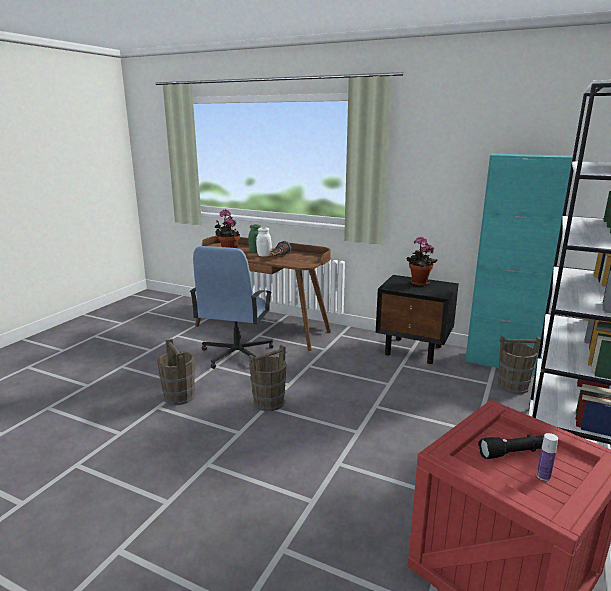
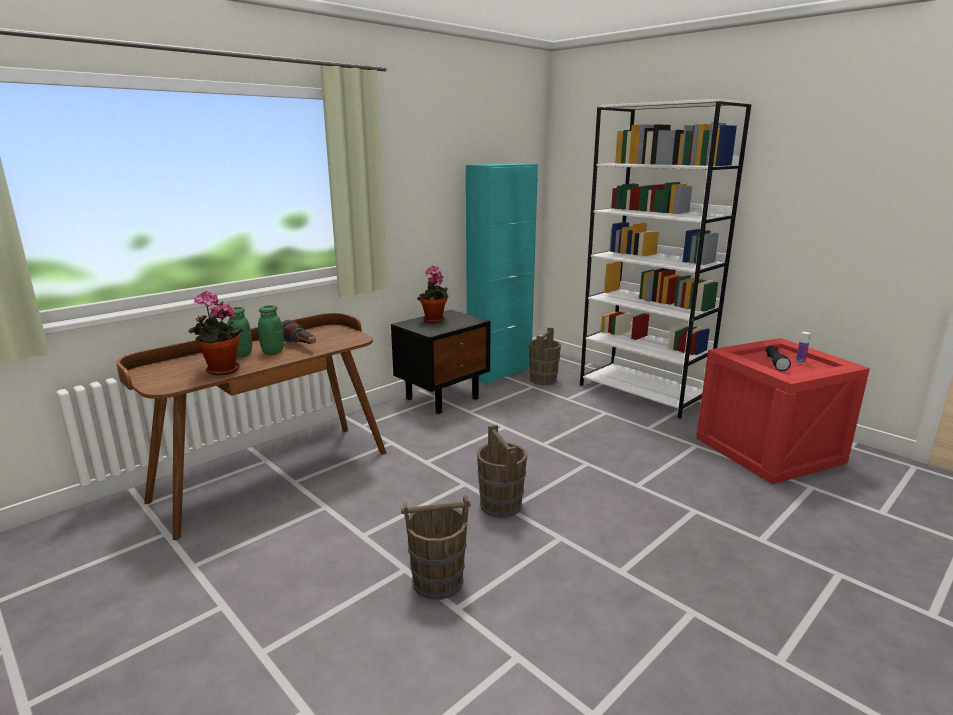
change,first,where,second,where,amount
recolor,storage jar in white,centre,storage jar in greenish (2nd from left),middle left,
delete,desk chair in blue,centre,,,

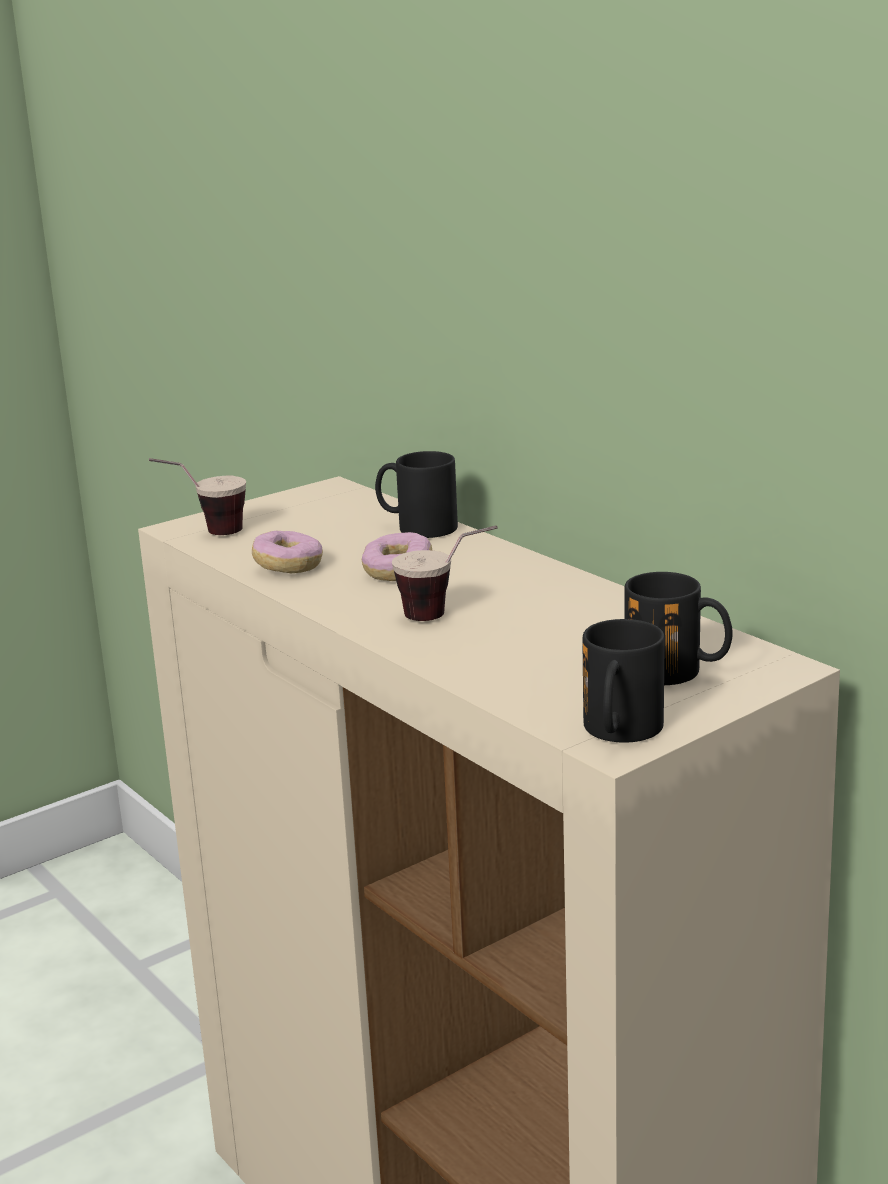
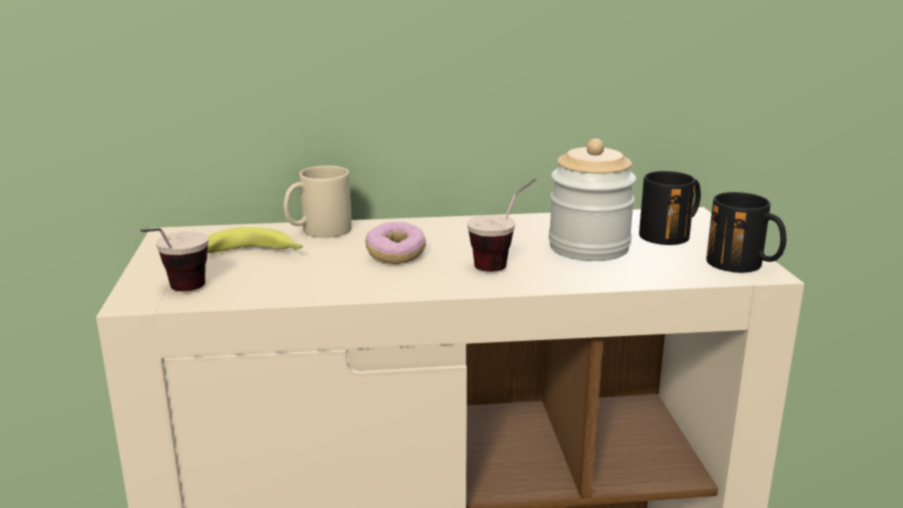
change,first,where,second,where,amount
recolor,tea mug in black-coloured (1st from left),centre,tea mug in beige,centre,
delete,doughnut (1st from left),middle left,,,
insert,,,storage jar,centre,
insert,,,banana,middle left,

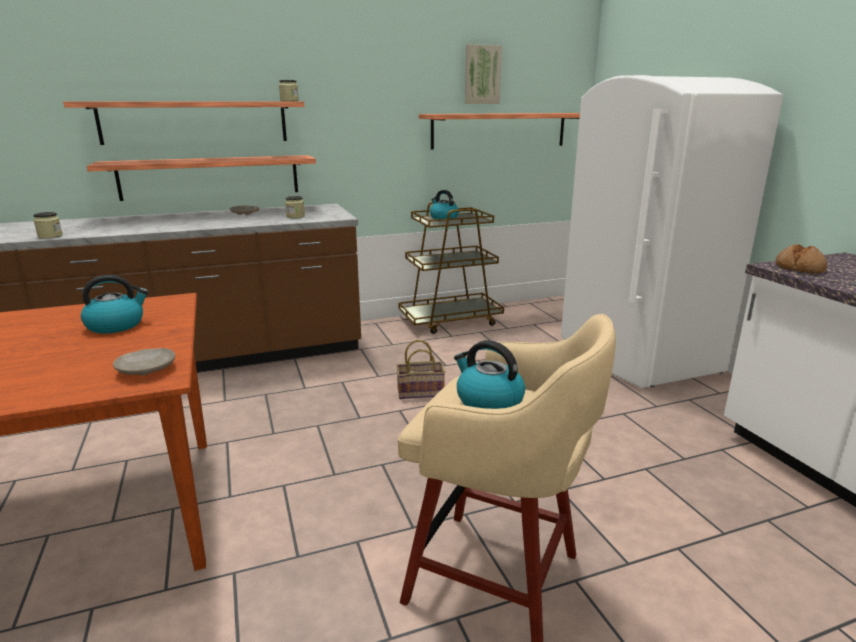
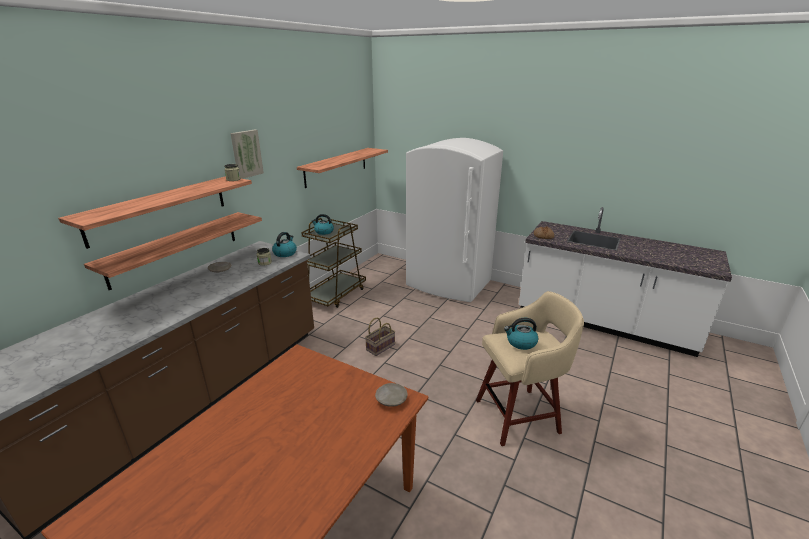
change,first,where,second,where,amount
move,picture,top centre,,top left,
delete,storage jar (1st from left),middle left,,,
move,water kettle (1st from left),middle left,,centre,

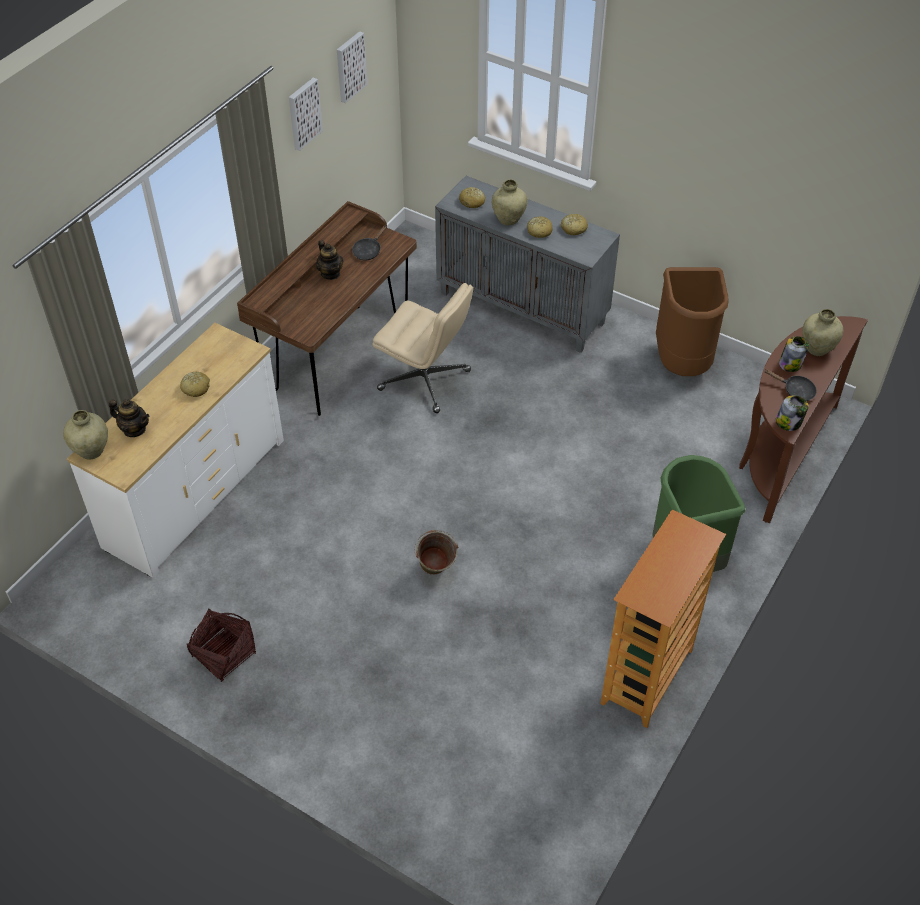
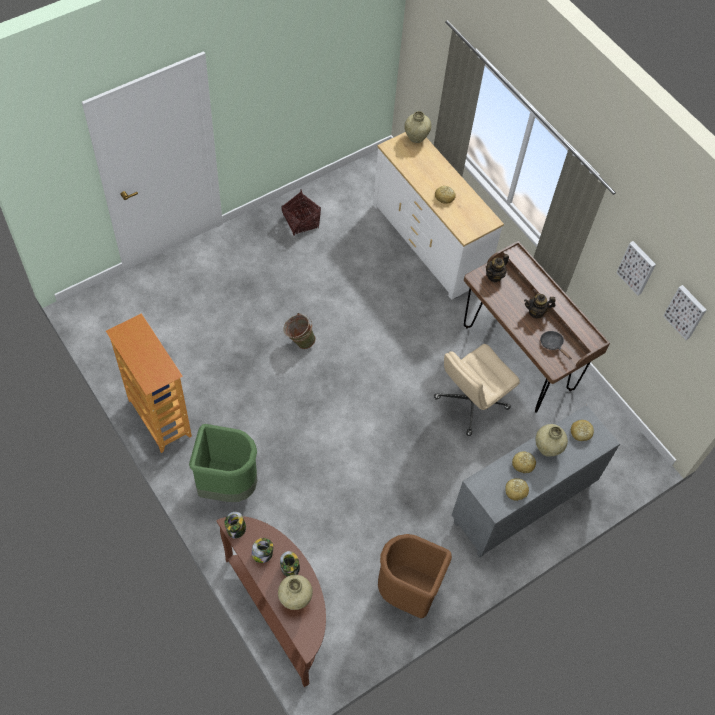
change,first,where,second,where,amount
replace,pan in black-coloured (2nd from left),middle right,storage jar (2nd from left),bottom centre,
move,pot for tea (1st from left),middle left,,middle right,

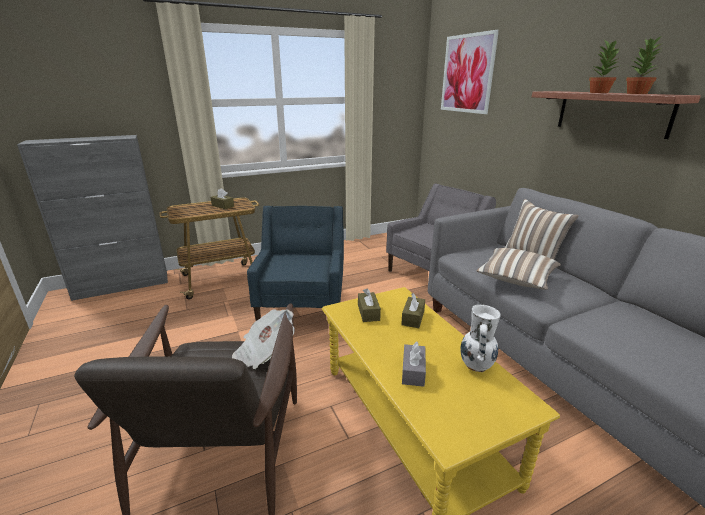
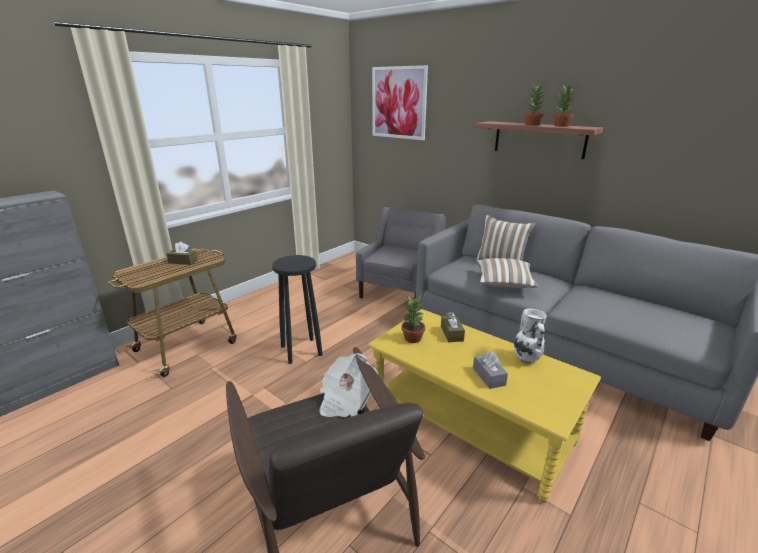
change,first,where,second,where,amount
replace,lounge chair in blue,centre,stool in black-coloured,centre,
replace,box of tissues in brown-coloured (2nd from left),centre,potted plant (1st from left),centre,

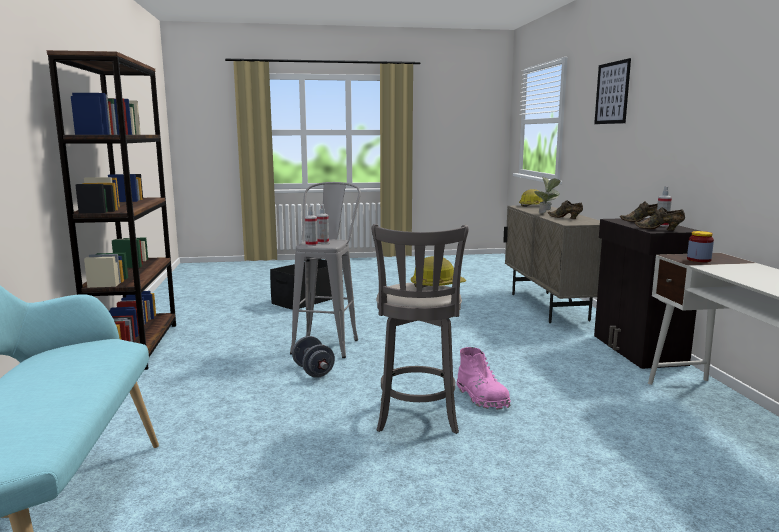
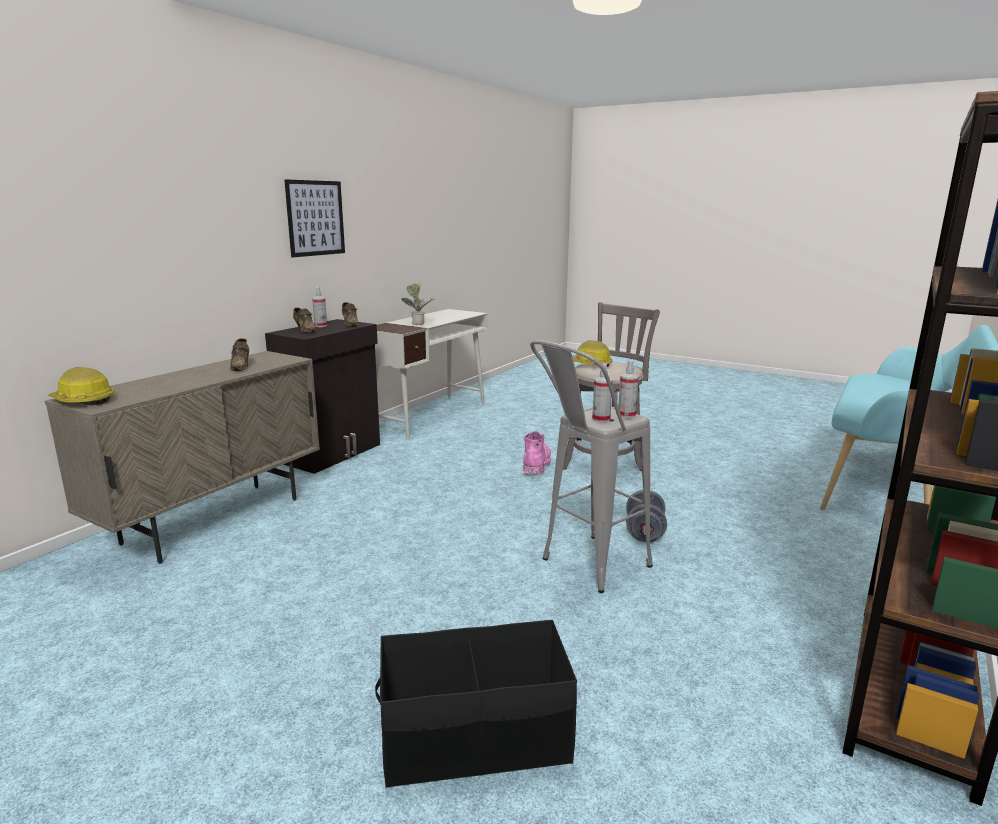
change,first,where,second,where,amount
move,picture,top right,,top left,
move,potted plant,middle right,,centre,
delete,storage jar,middle right,,,

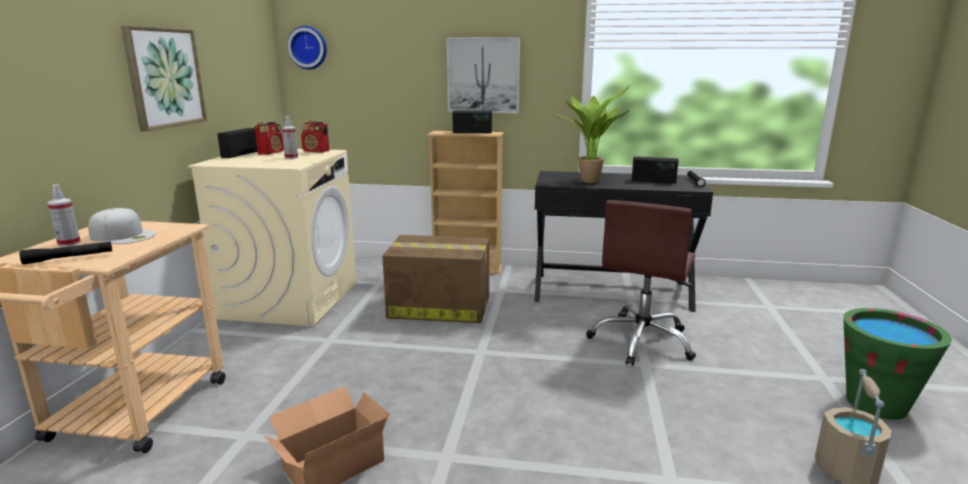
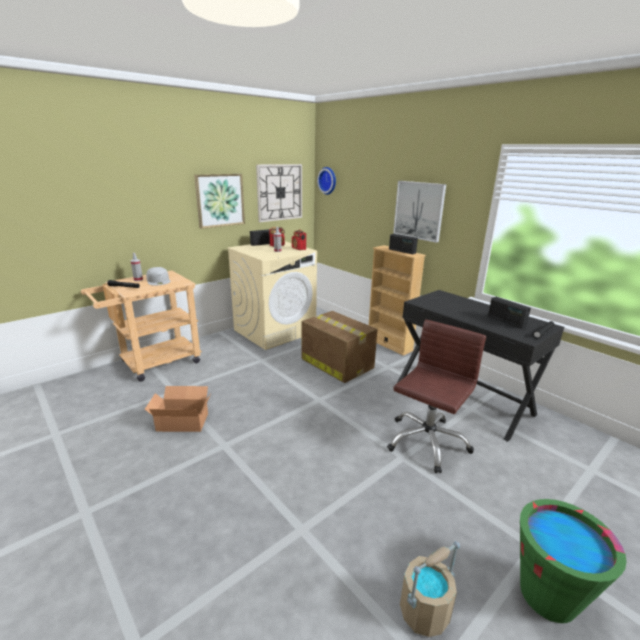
change,first,where,second,where,amount
delete,potted plant,top centre,,,
rotate,desk chair in brown-coloured,centre,,middle right,150 degrees clockwise
insert,,,clock on the wall (1st from left),top centre,

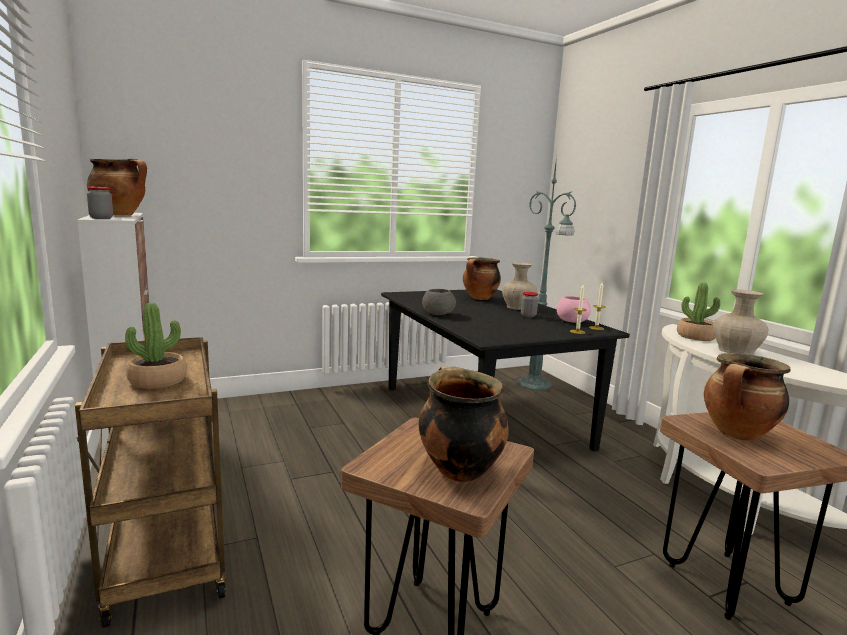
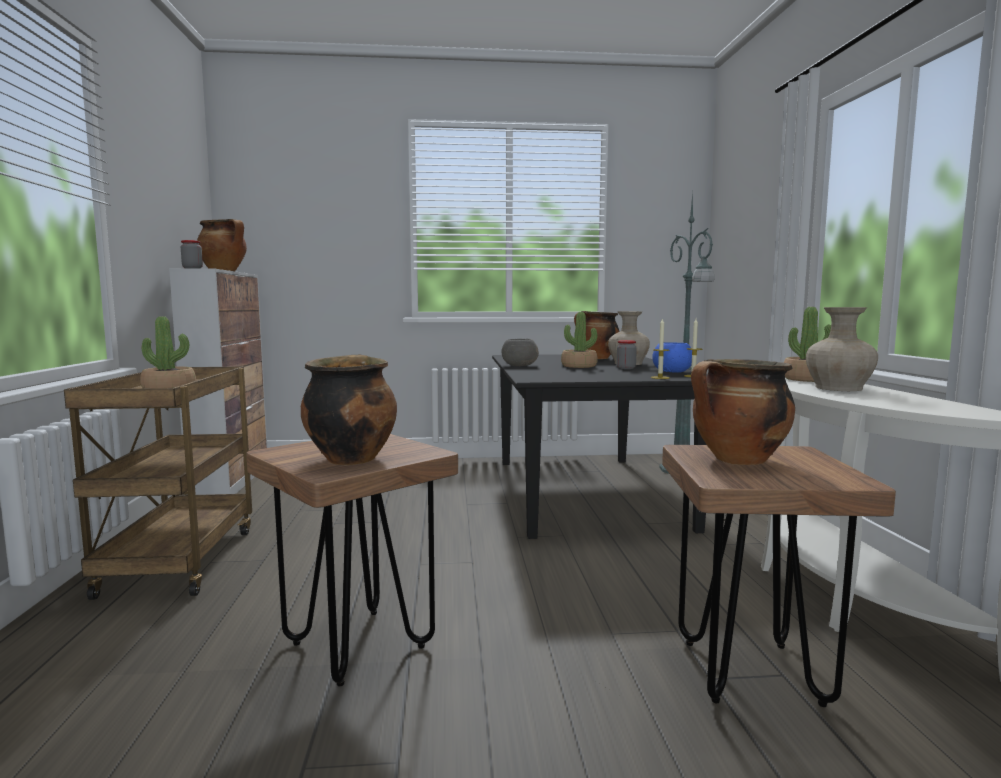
change,first,where,second,where,amount
recolor,bowl in pink-coloured,middle right,bowl in blue,middle right,
insert,,,potted plant (2nd from left),centre,

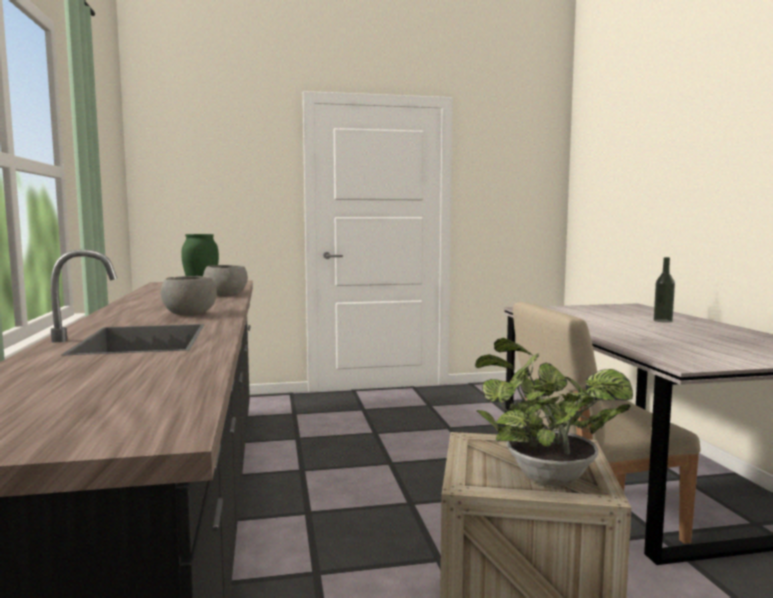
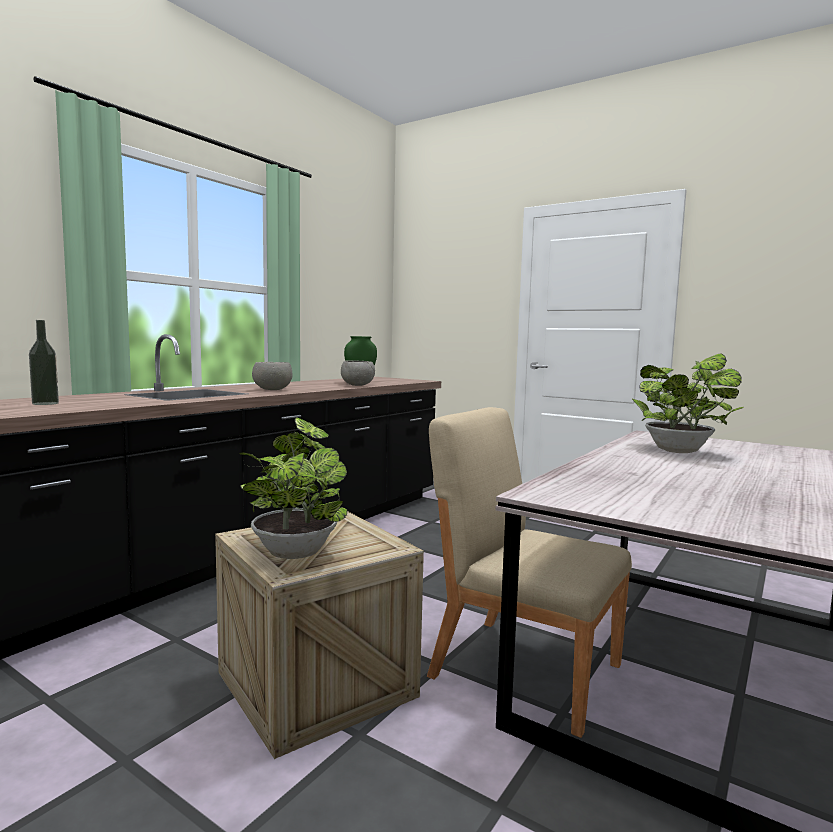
change,first,where,second,where,amount
move,bottle,middle right,,middle left,
insert,,,potted plant (2nd from left),middle right,

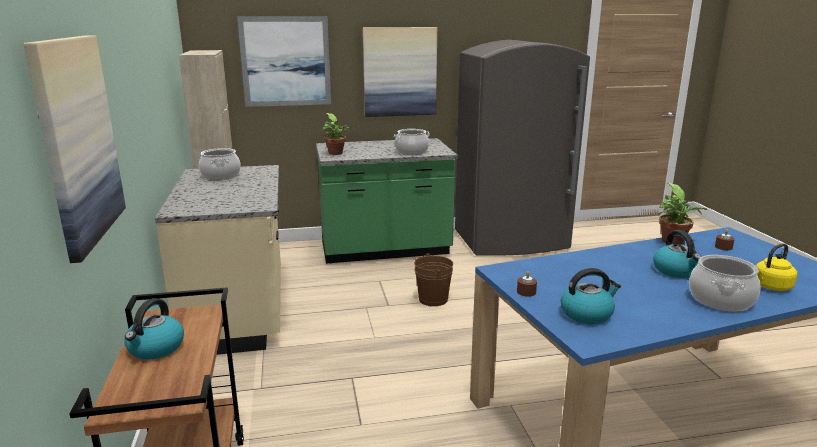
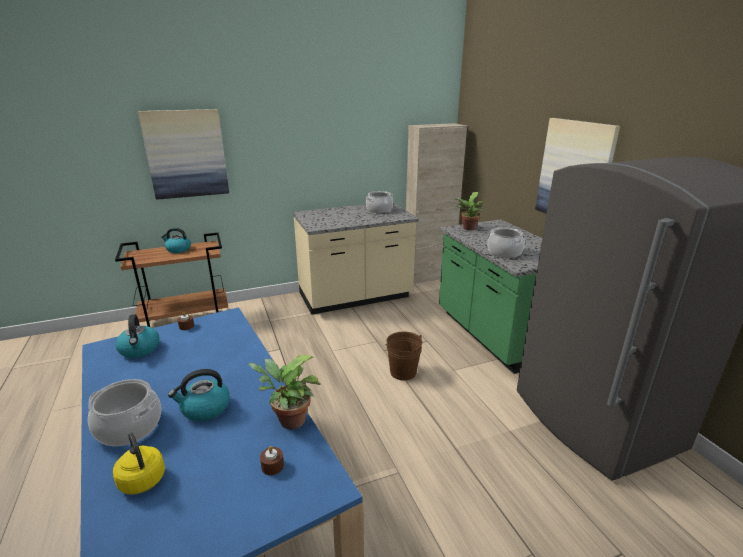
change,first,where,second,where,amount
delete,picture (2nd from left),top centre,,,

